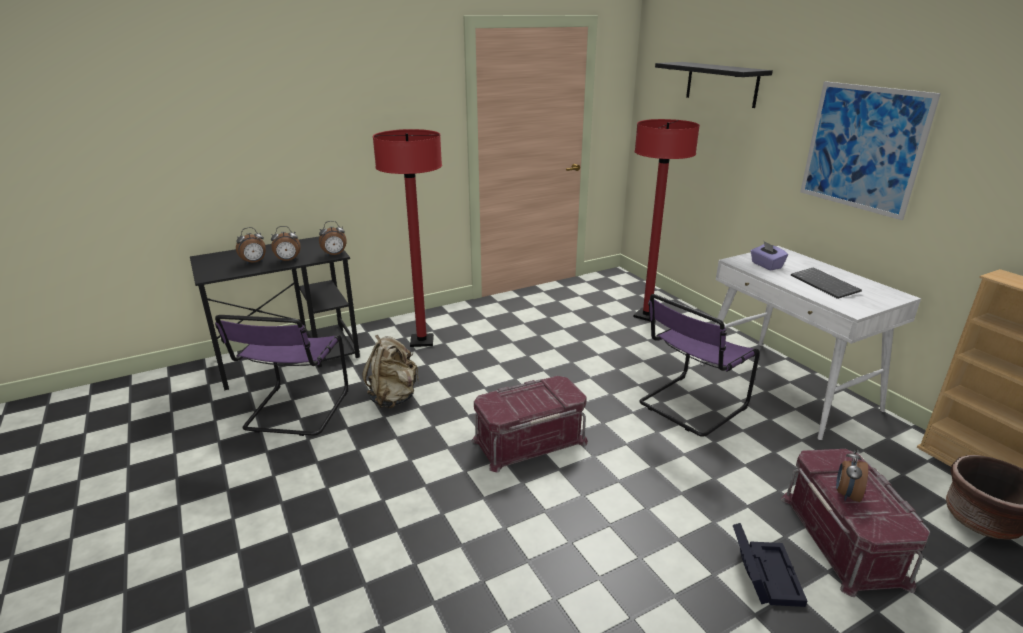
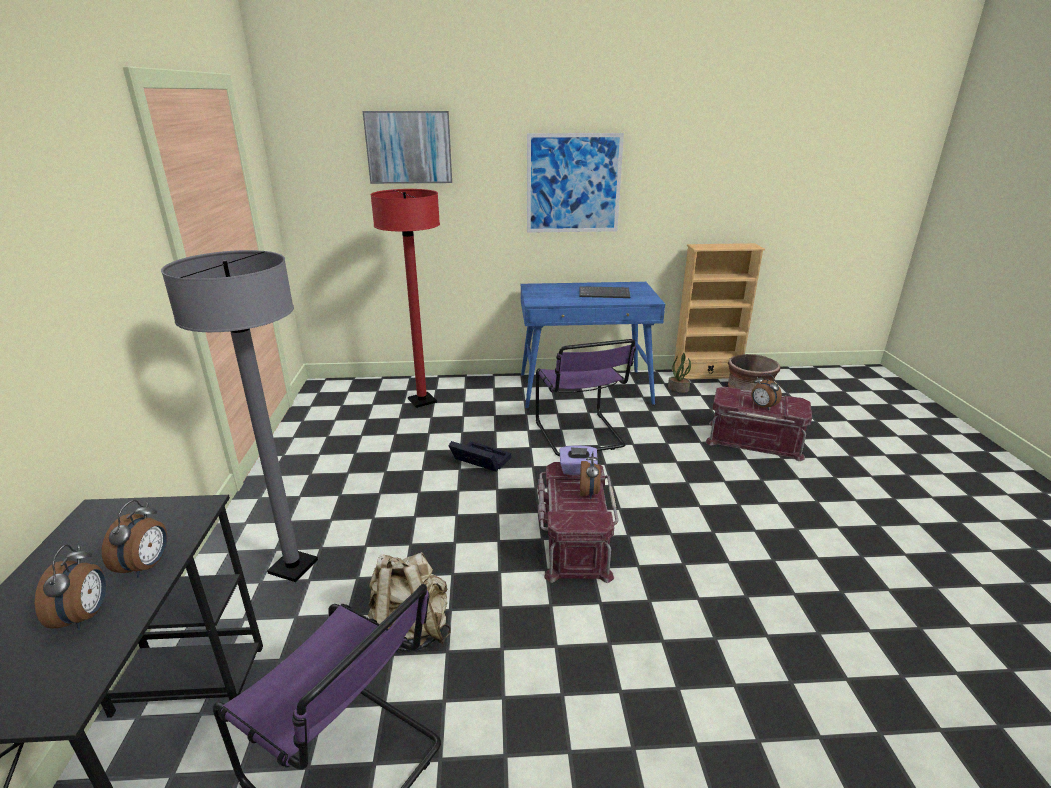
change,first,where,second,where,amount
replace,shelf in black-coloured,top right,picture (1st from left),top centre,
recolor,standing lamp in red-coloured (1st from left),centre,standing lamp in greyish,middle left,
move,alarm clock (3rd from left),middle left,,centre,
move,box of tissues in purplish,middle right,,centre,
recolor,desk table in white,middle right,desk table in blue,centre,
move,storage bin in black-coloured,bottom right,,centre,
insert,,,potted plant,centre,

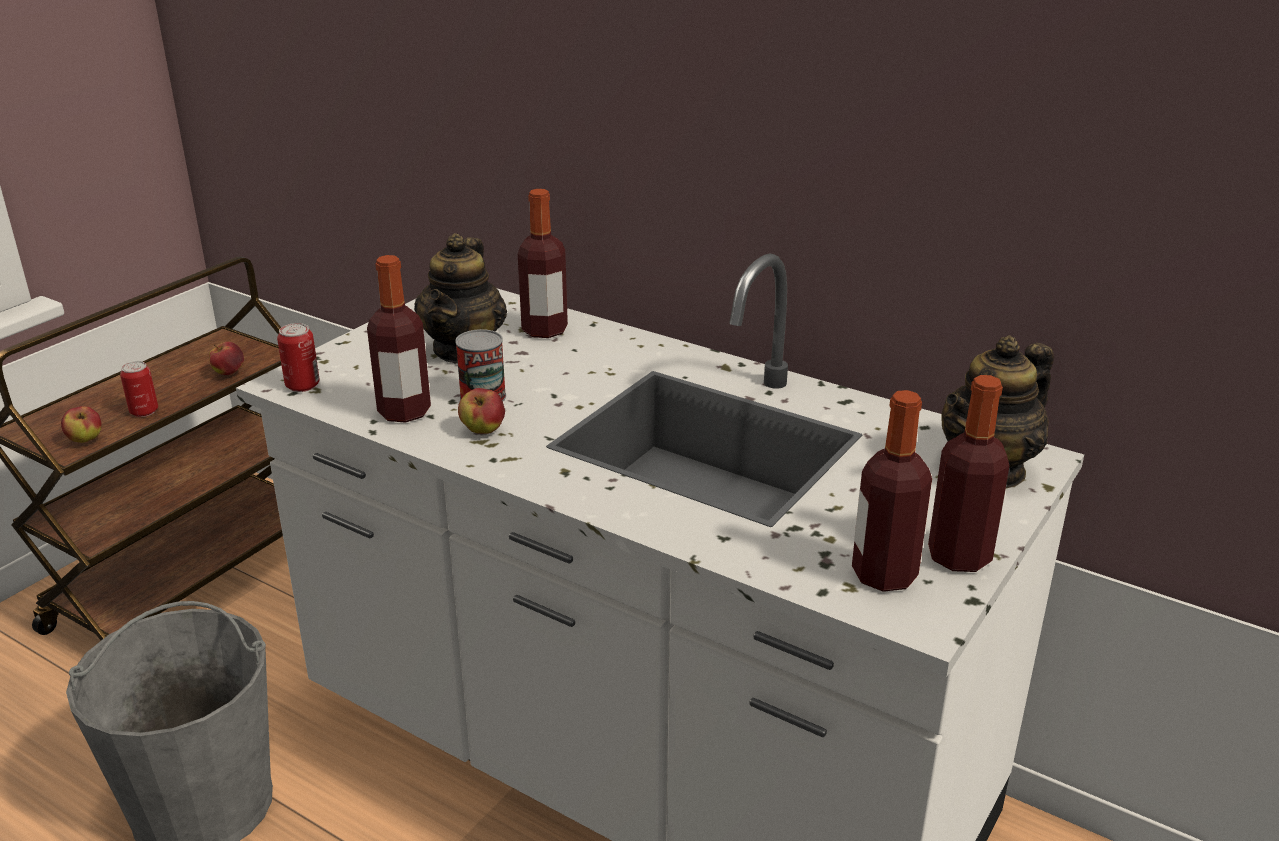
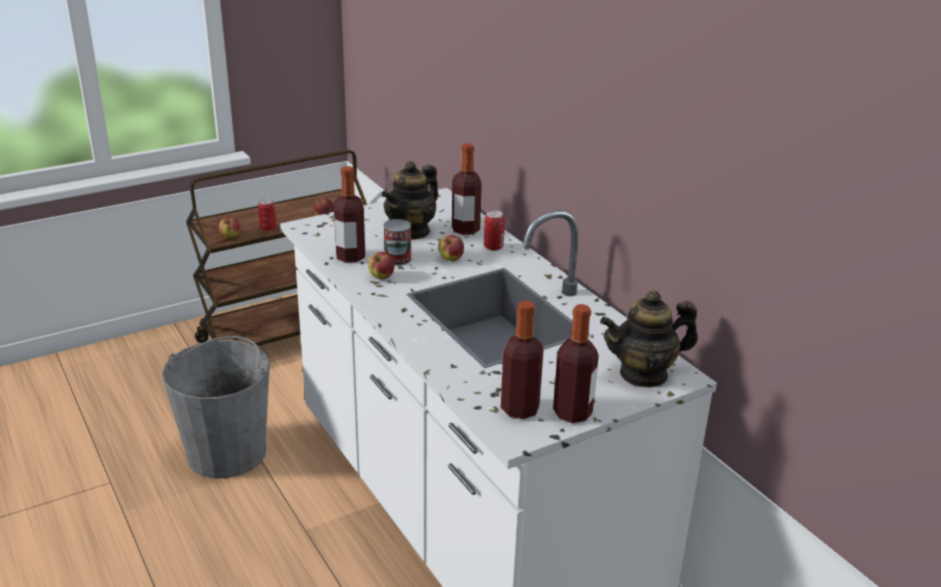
change,first,where,second,where,amount
move,can (2nd from left in the first image),middle left,can (3rd from left),centre,
insert,,,apple fruit (4th from left),centre,

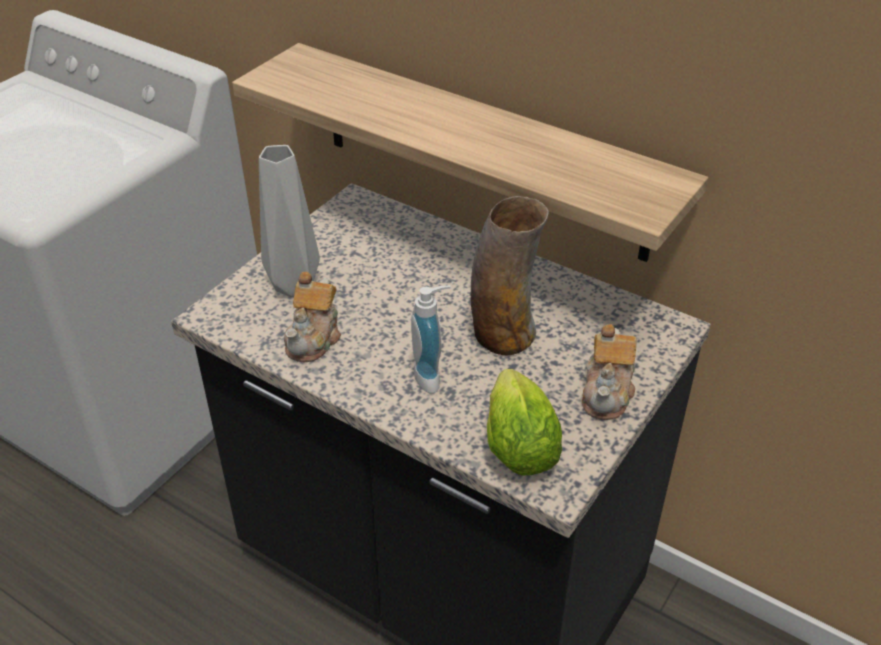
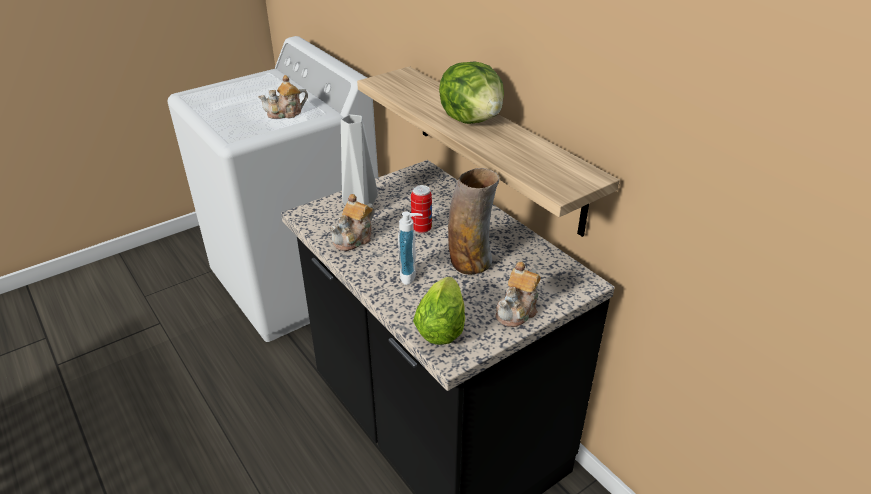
change,first,where,second,where,amount
insert,,,lettuce (2nd from left),top centre,
insert,,,pot for tea (1st from left),top left,
insert,,,can,centre,

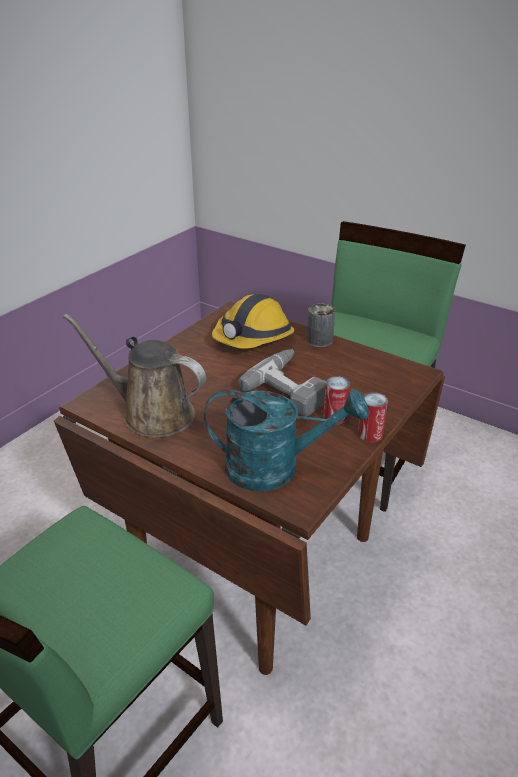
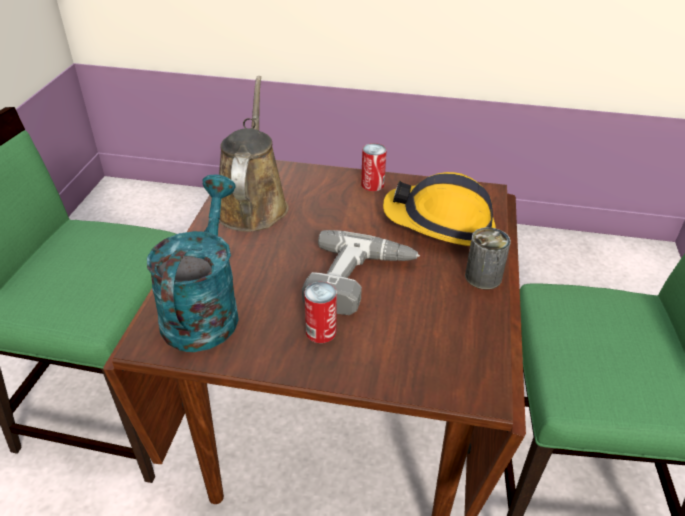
change,first,where,second,where,amount
rotate,sprinkling can in blue-green,centre,,middle left,150 degrees counterclockwise
move,can (3rd from left in the first image),middle right,can (2nd from left),top centre,

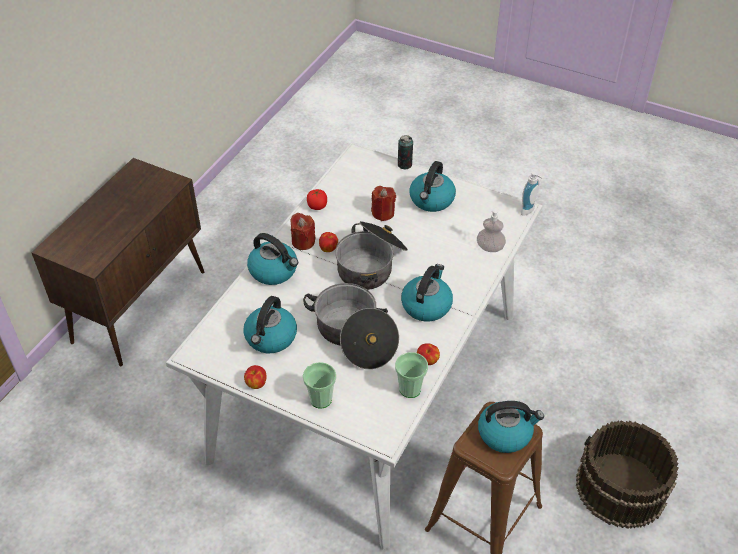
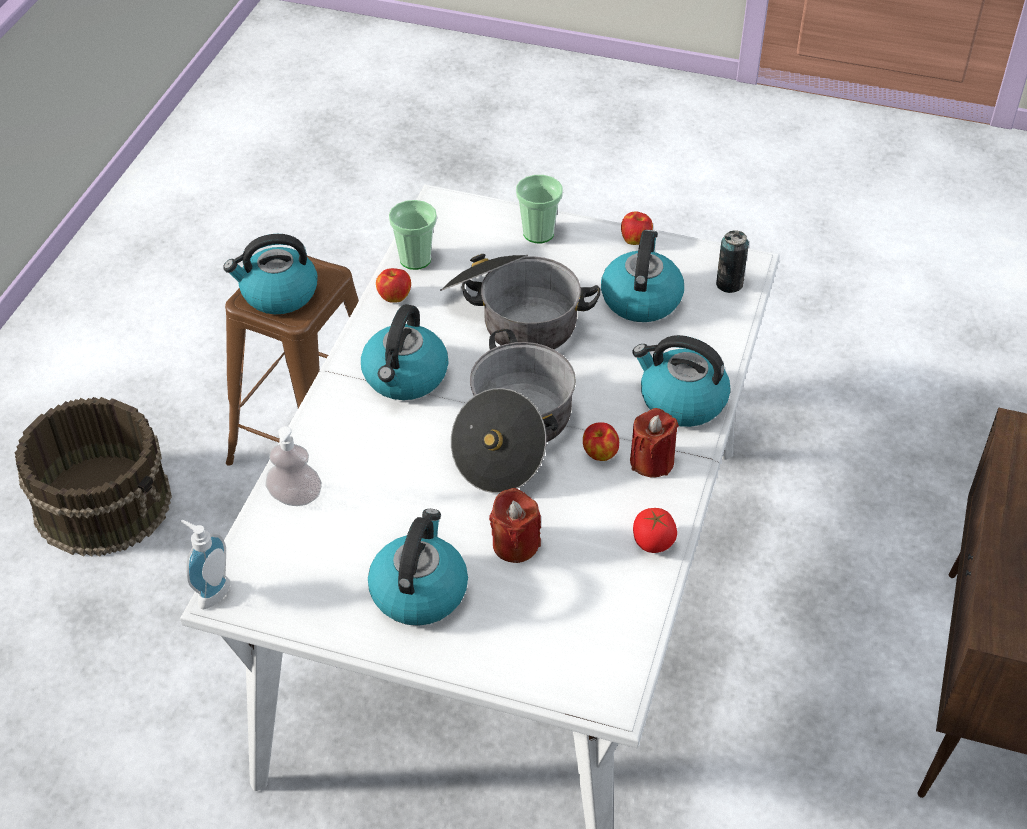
change,first,where,second,where,amount
move,can,top centre,,top right,

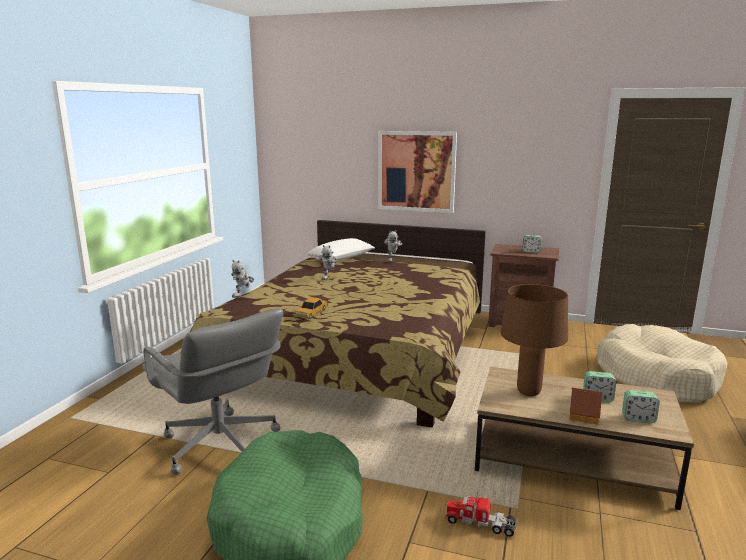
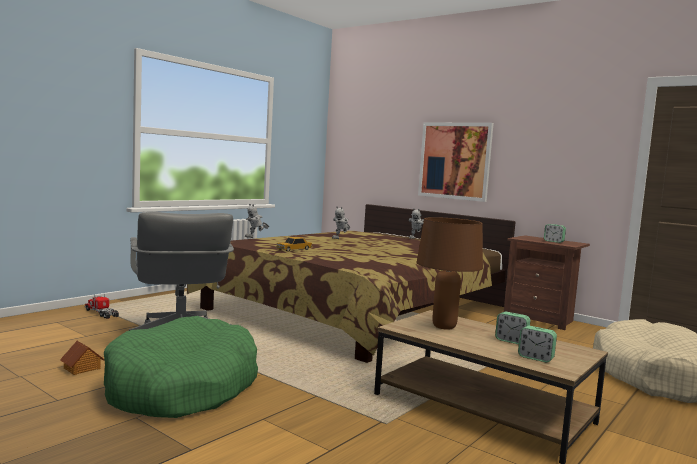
change,first,where,second,where,amount
delete,cushion in white,centre,,,
move,toy house,bottom right,,bottom left,
move,model truck,bottom centre,,middle left,

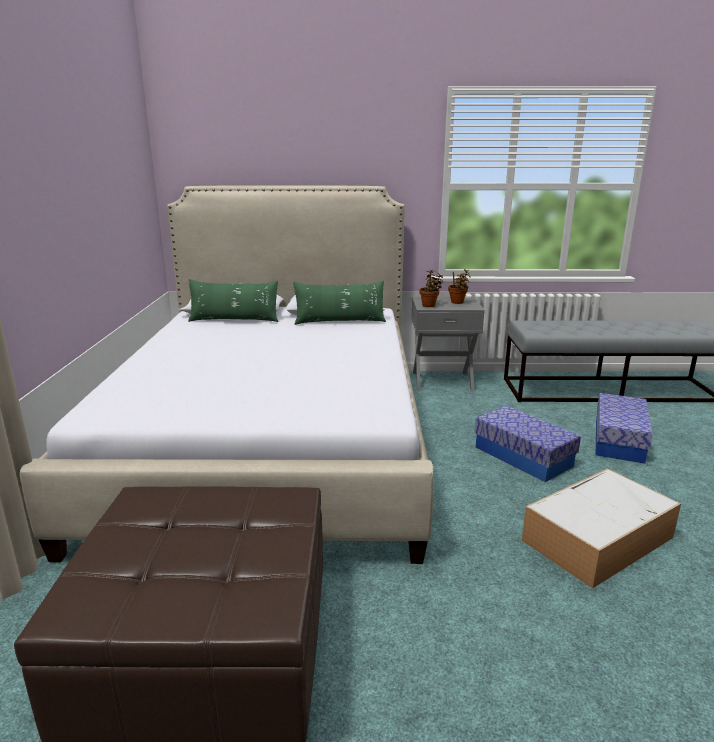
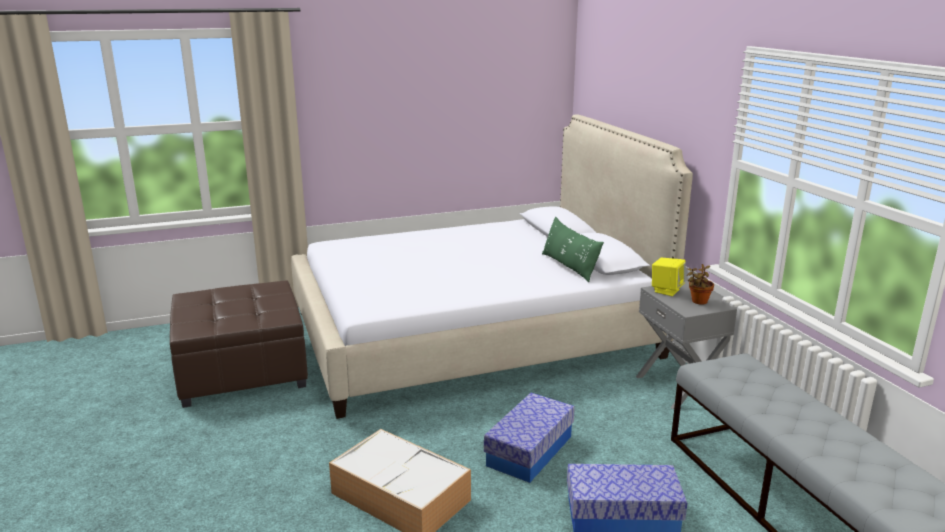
change,first,where,second,where,amount
replace,potted plant (1st from left),centre,audio speaker in yellow-coloured,middle right,
delete,cushion in greenish (1st from left),middle left,,,

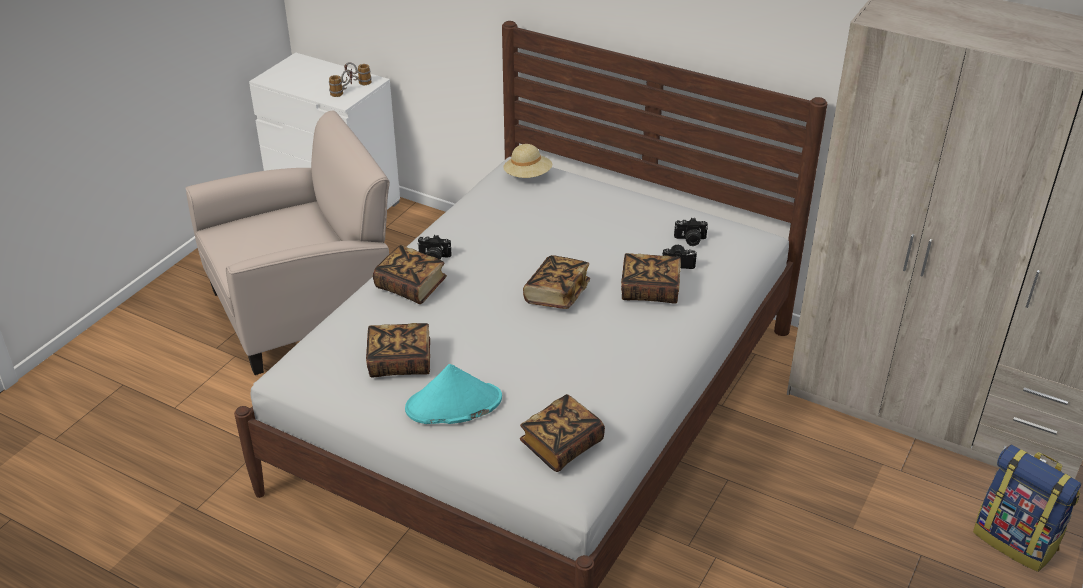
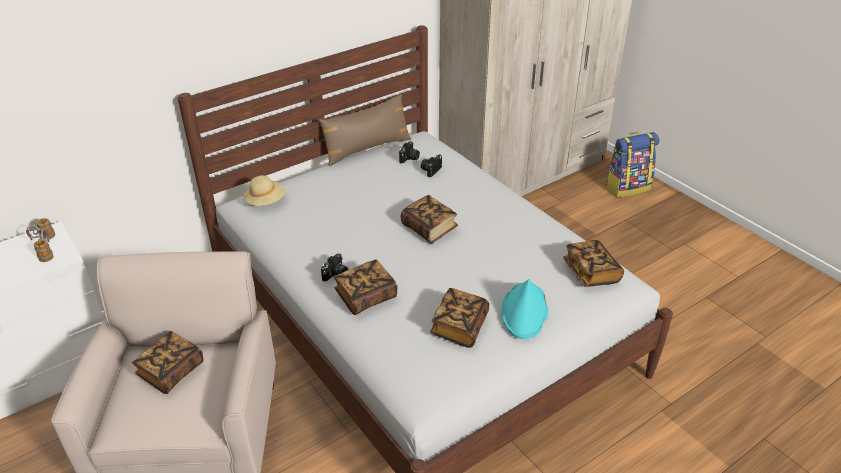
change,first,where,second,where,amount
move,bound book (5th from left in the first image),centre,bound book (1st from left),bottom left,
insert,,,cushion in brown-coloured,top centre,

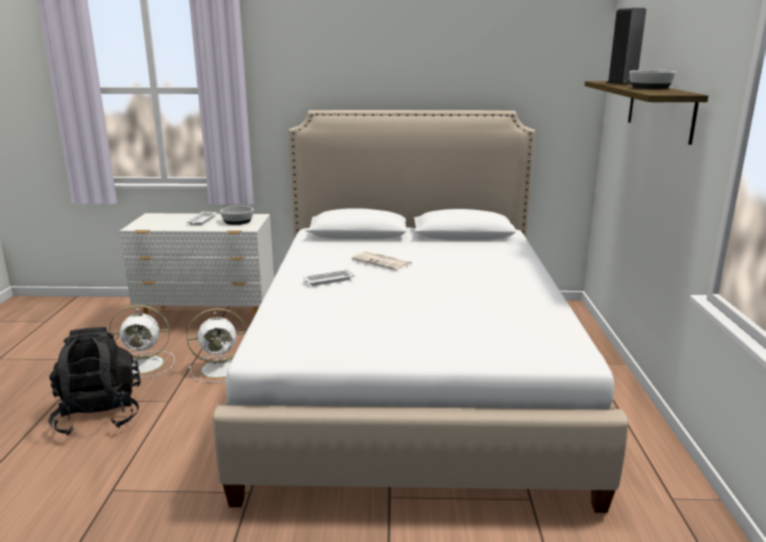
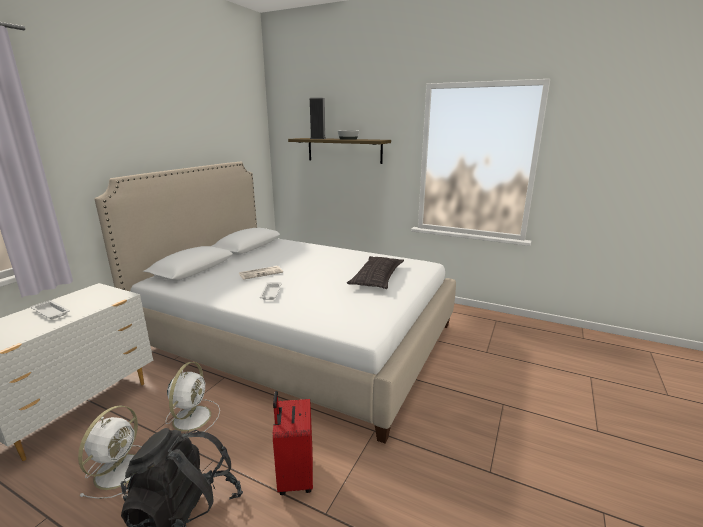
change,first,where,second,where,amount
delete,bowl (1st from left),middle left,,,
insert,,,cushion,centre,
insert,,,piece of luggage in red-coloured,bottom centre,

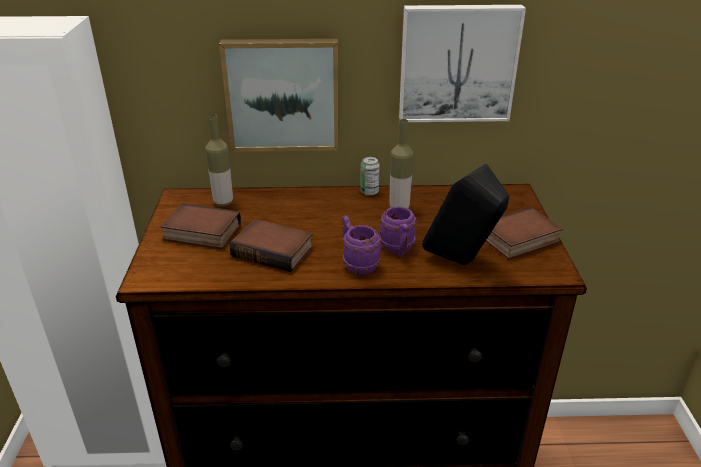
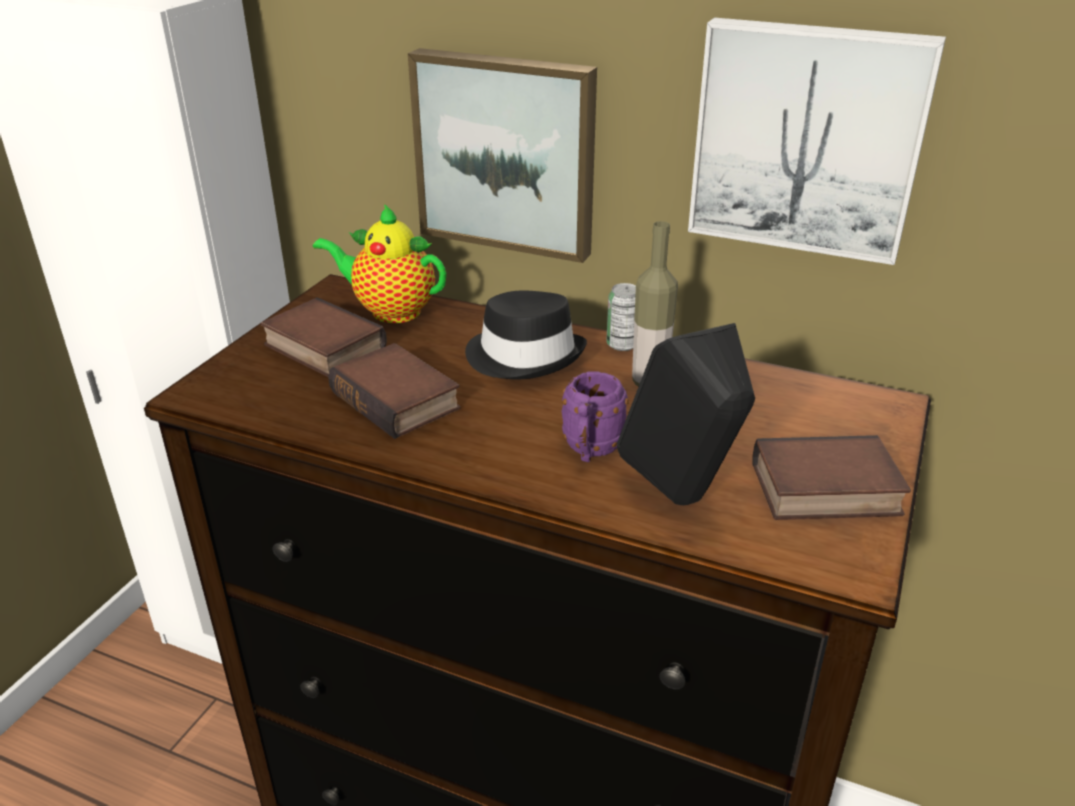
change,first,where,second,where,amount
replace,bottle (1st from left),middle left,pot for tea,top centre,
delete,tea mug in purplish (1st from left),centre,,,
insert,,,clothing hat in black-coloured,centre,

